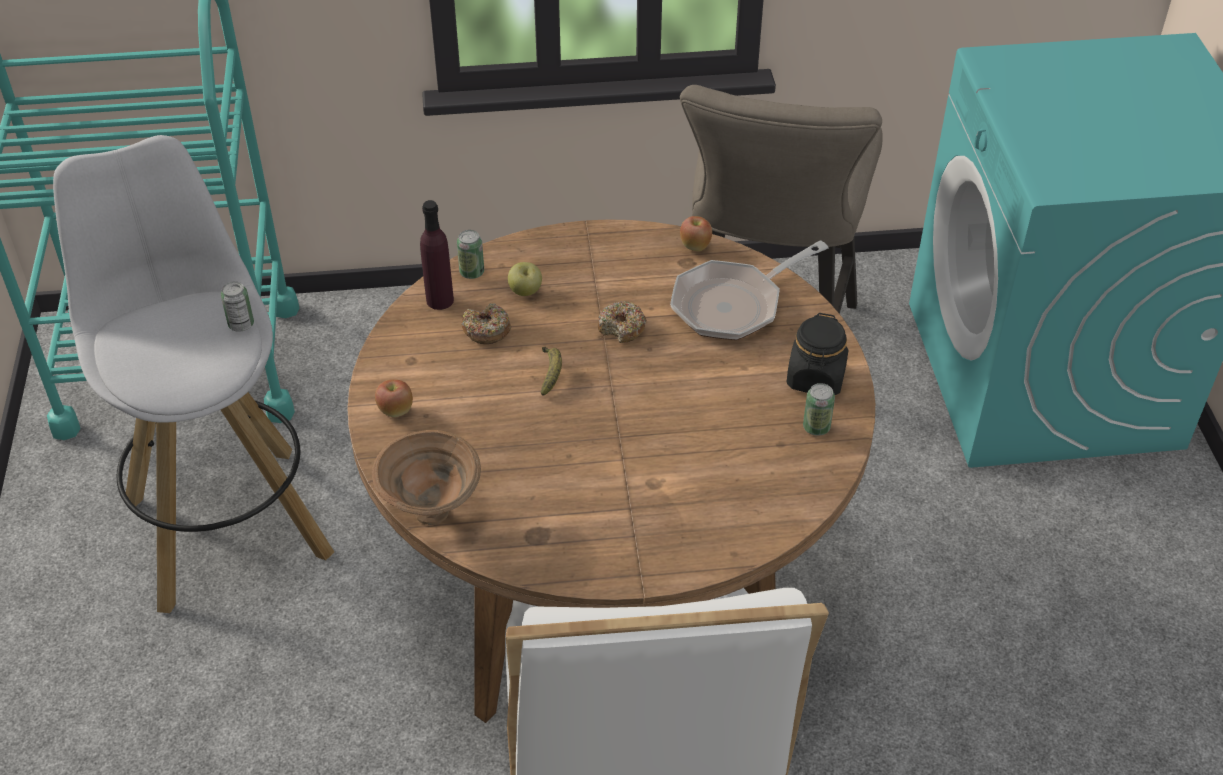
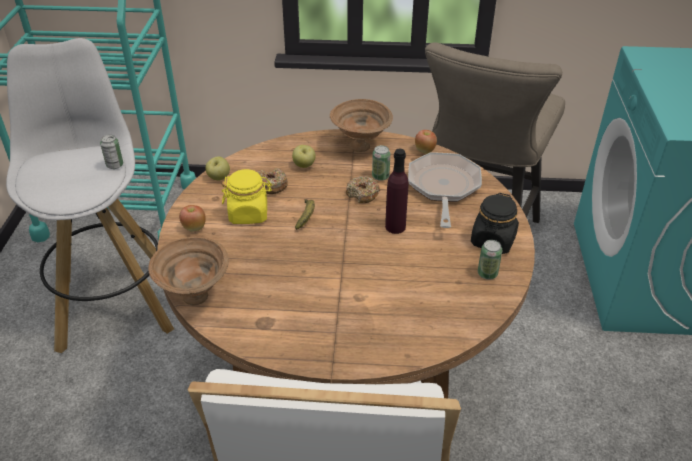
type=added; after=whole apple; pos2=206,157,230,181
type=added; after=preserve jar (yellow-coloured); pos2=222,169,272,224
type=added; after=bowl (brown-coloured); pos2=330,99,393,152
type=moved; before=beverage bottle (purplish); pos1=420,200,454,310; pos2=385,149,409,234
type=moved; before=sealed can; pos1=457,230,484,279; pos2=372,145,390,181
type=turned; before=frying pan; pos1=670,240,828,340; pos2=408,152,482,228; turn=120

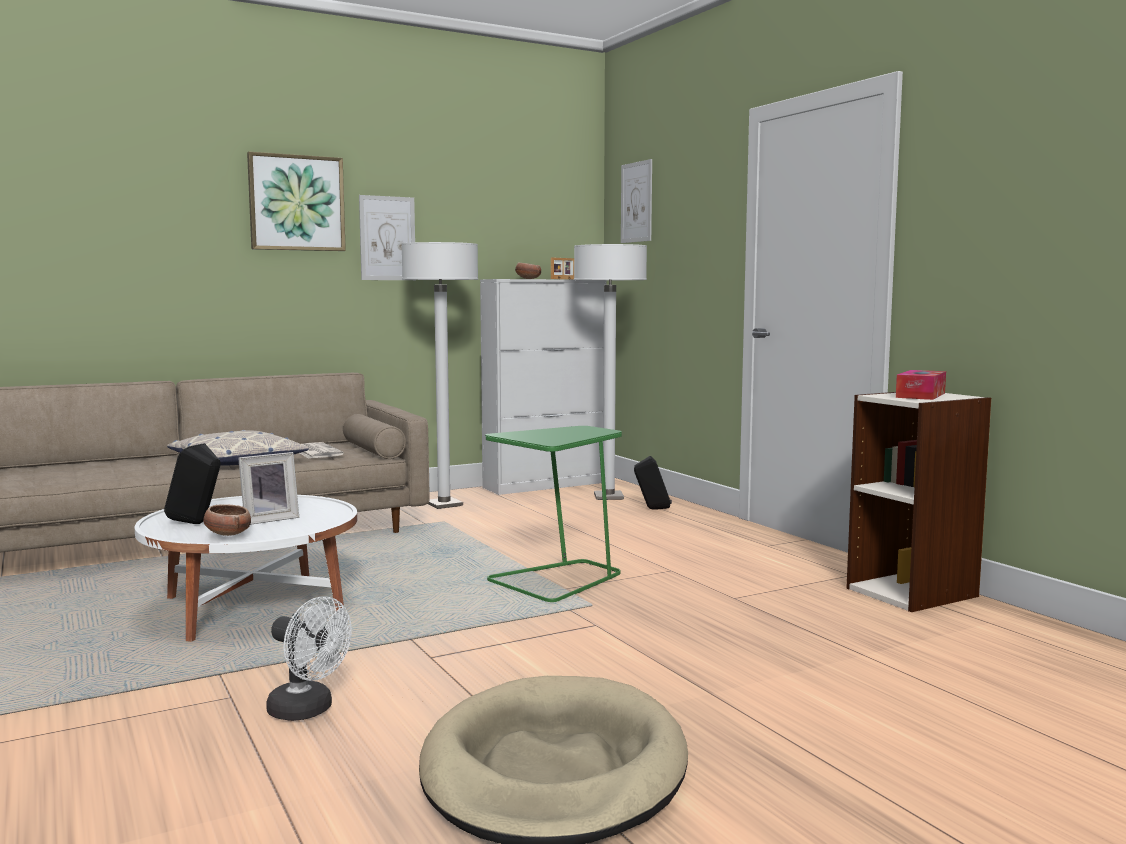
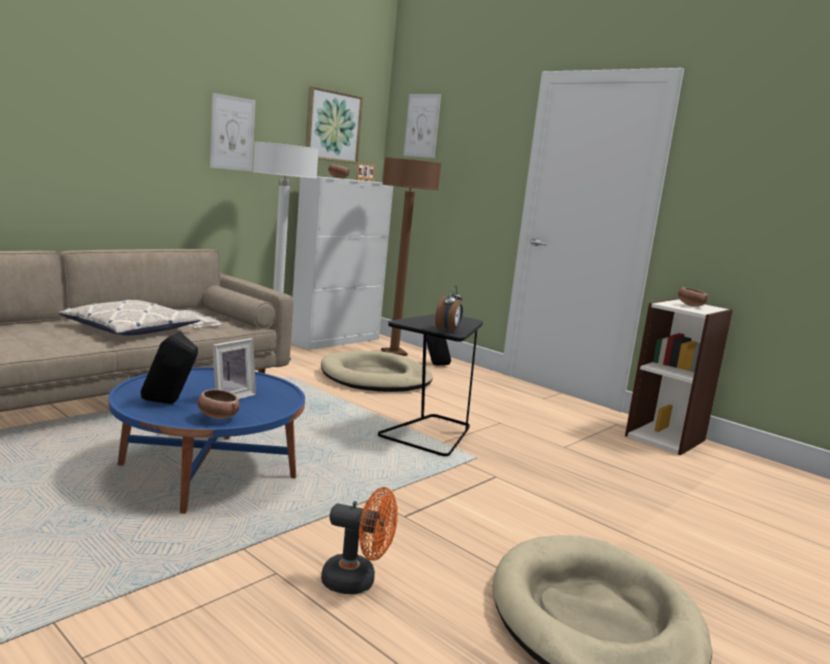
type=added; after=dog bed (beige); pos2=321,351,432,392
type=added; after=table clock; pos2=435,286,463,333
type=moved; before=wall art; pos1=247,152,346,251; pos2=305,86,363,164
type=replaced; before=tissue box; after=bowl; pos1=896,370,946,400; pos2=678,287,708,307
type=recoloured; before=lounge table (white-coloured); after=lounge table (blue-coloured); pos1=135,495,357,642; pos2=108,367,305,514
type=recoloured; before=electric fan (white-coloured); after=electric fan (orange-coloured); pos1=266,597,352,721; pos2=321,487,398,594
type=recoloured; before=side table (green-coloured); after=side table (blackish); pos1=485,426,622,602; pos2=378,314,483,456
type=recoloured; before=standing lamp (white-coloured); after=standing lamp (brown-coloured); pos1=574,244,647,500; pos2=381,157,441,356

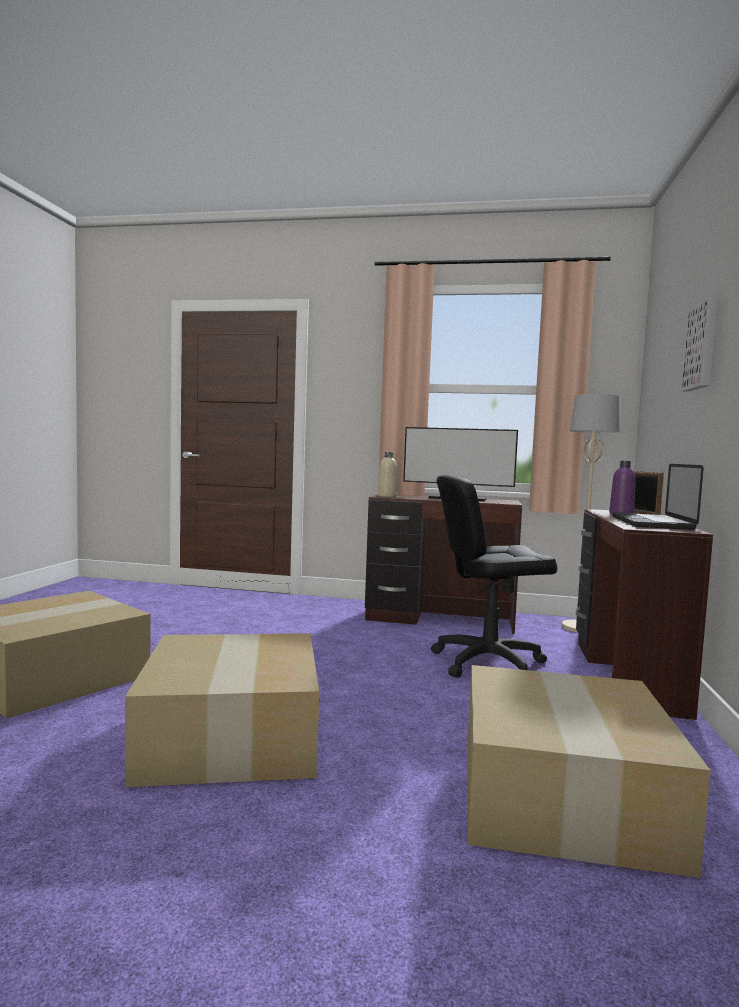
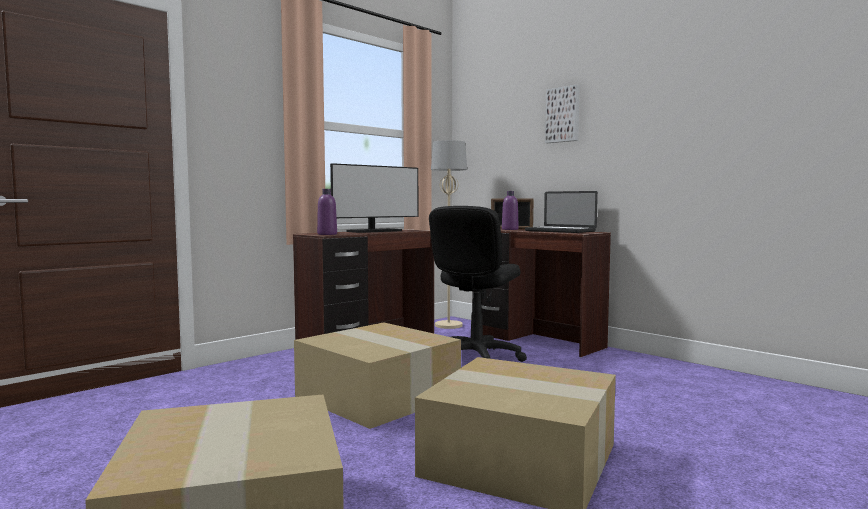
type=moved; before=packing box; pos1=468,665,711,878; pos2=294,322,461,429
type=recoloured; before=beverage bottle (beige); after=beverage bottle (purplish); pos1=378,452,397,497; pos2=317,189,337,235

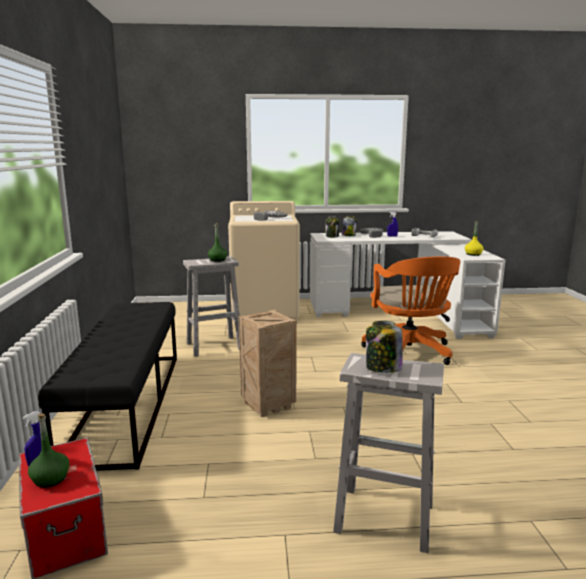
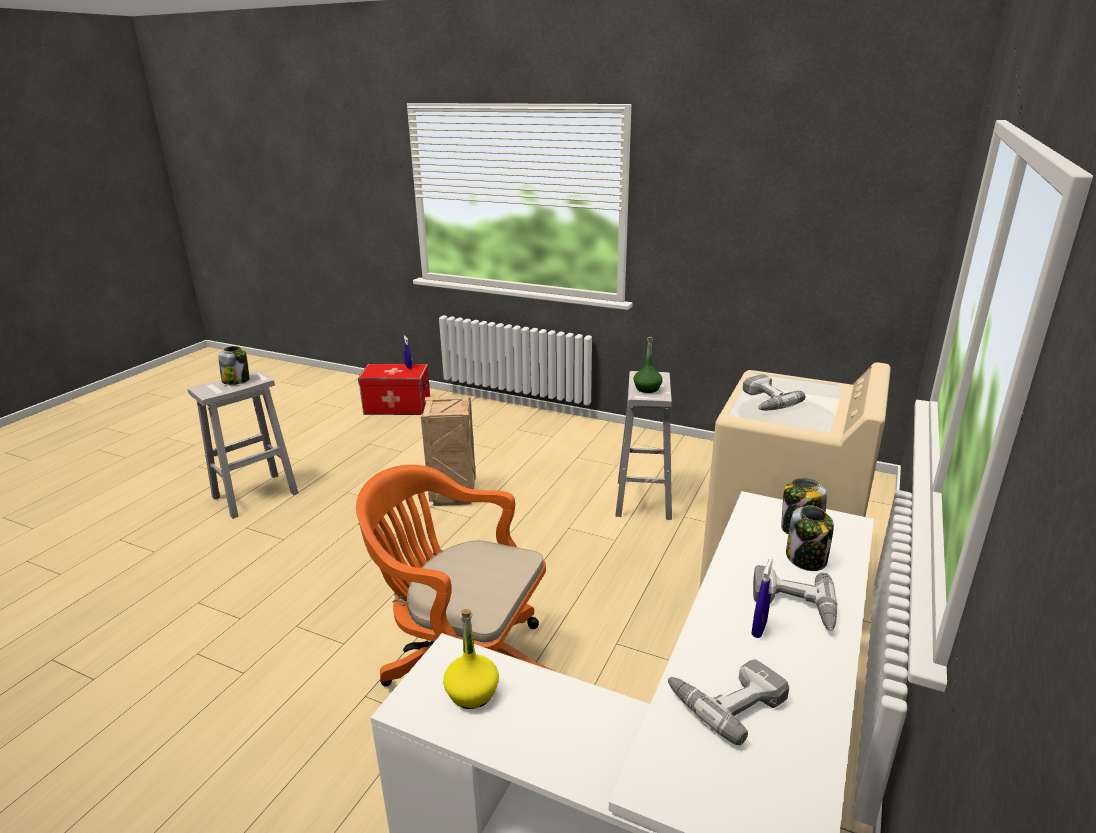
type=removed; before=beverage bottle (green-coloured); pos1=28,413,70,488
type=removed; before=long seat (blackish); pos1=38,302,177,471

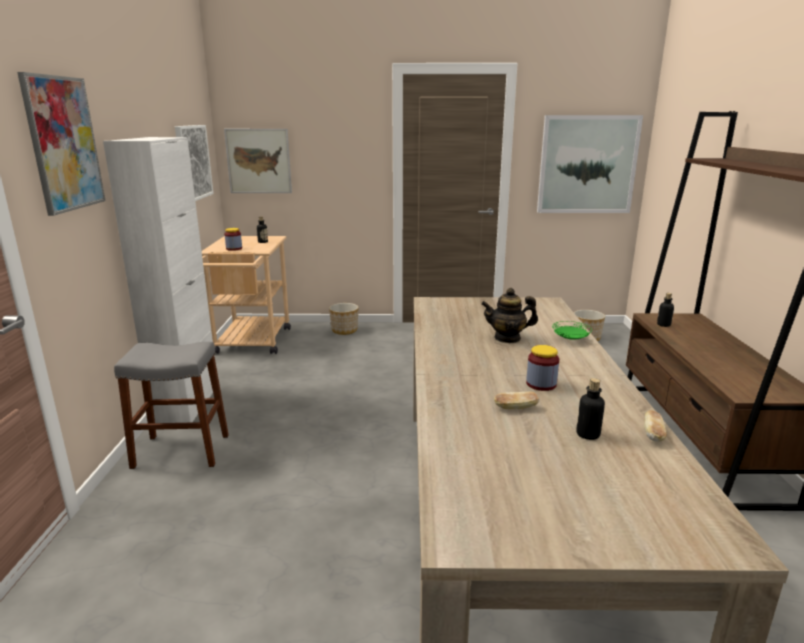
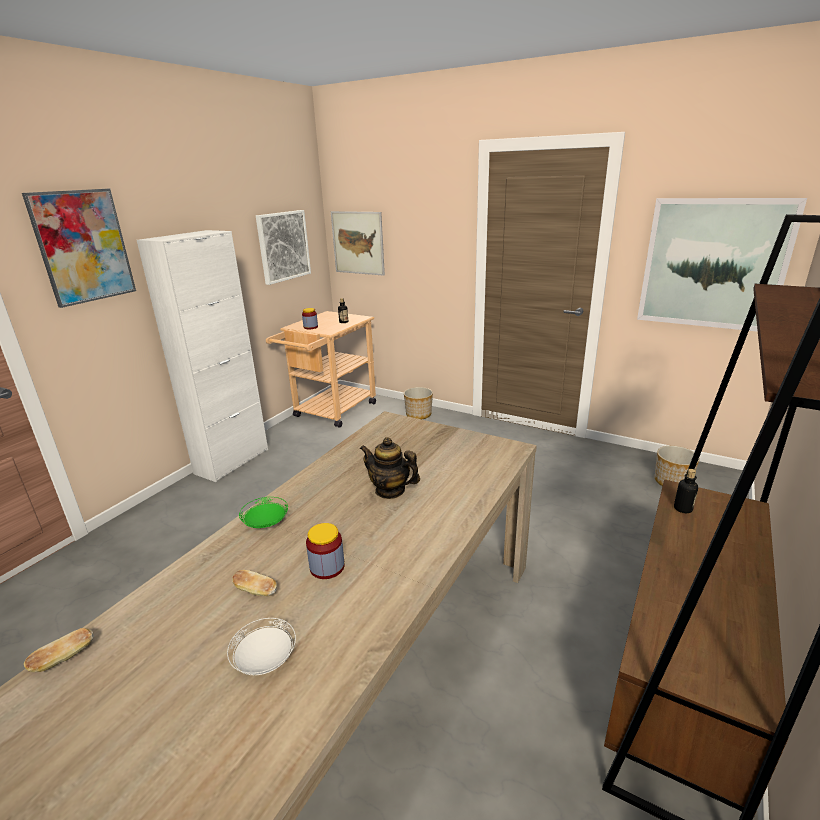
type=removed; before=sitting stool (greyish); pos1=114,342,229,469
type=moved; before=dinner plate (green-coloured); pos1=552,321,592,340; pos2=239,497,288,528
type=moved; before=bakery bread; pos1=644,410,667,442; pos2=24,628,94,672
type=replaced; before=beverage bottle; after=dinner plate (white-coloured); pos1=576,378,605,440; pos2=227,618,296,675

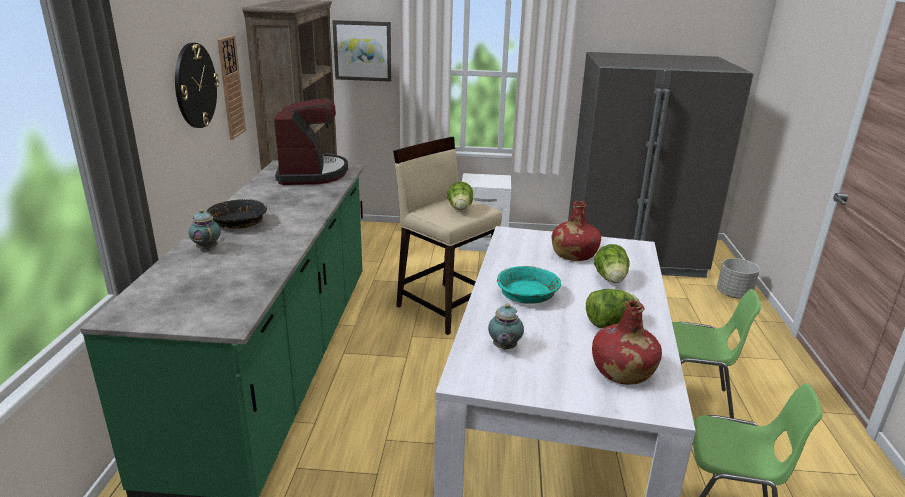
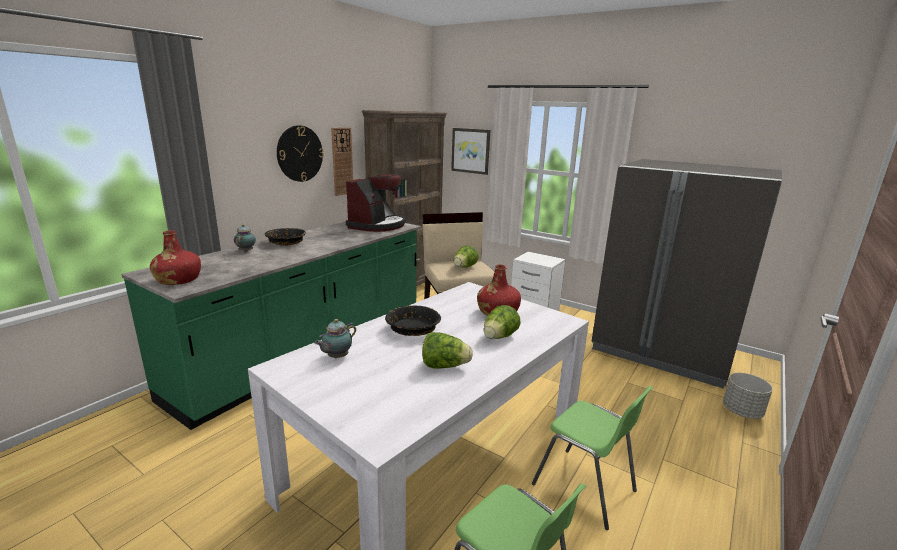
type=moved; before=beverage bottle (reddish); pos1=592,301,662,385; pos2=150,230,201,285
type=recoloured; before=bowl (turquoise-coloured); after=bowl (blackish); pos1=497,266,561,304; pos2=385,305,441,336

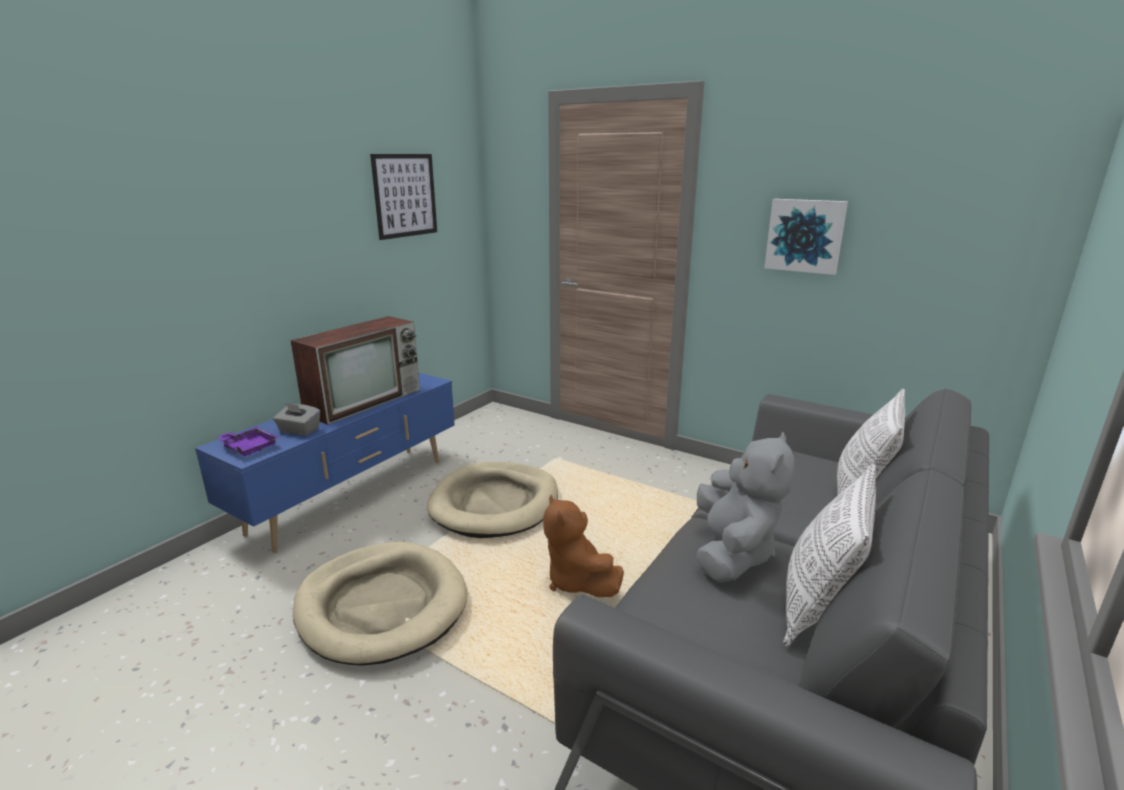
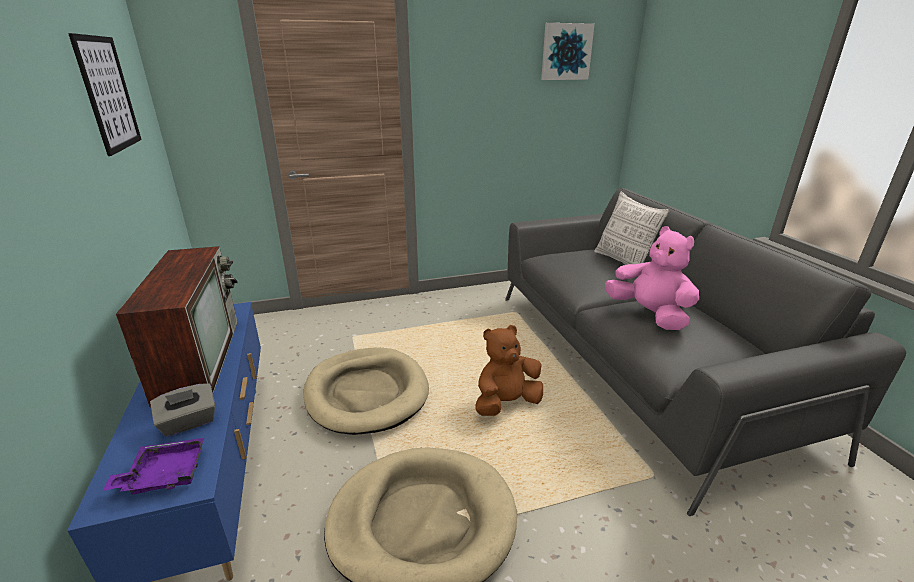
type=removed; before=cushion; pos1=783,463,876,647
type=moved; before=wall art; pos1=764,199,848,275; pos2=541,23,595,80
type=recoloured; before=soft toy (greyish); after=soft toy (pinkish); pos1=696,432,794,582; pos2=605,226,699,330
type=turned; before=soft toy (brown-coloured); pos1=543,495,624,597; pos2=476,325,543,416; turn=135

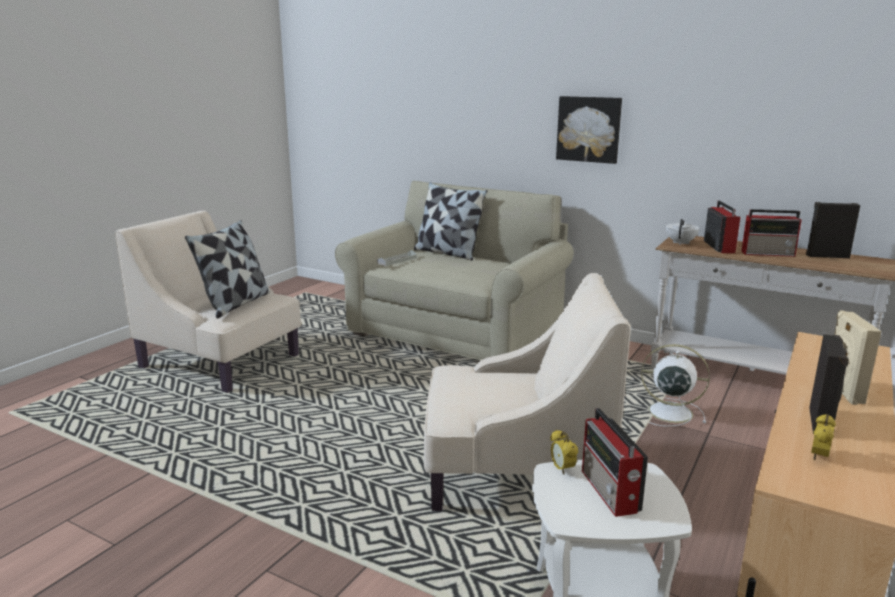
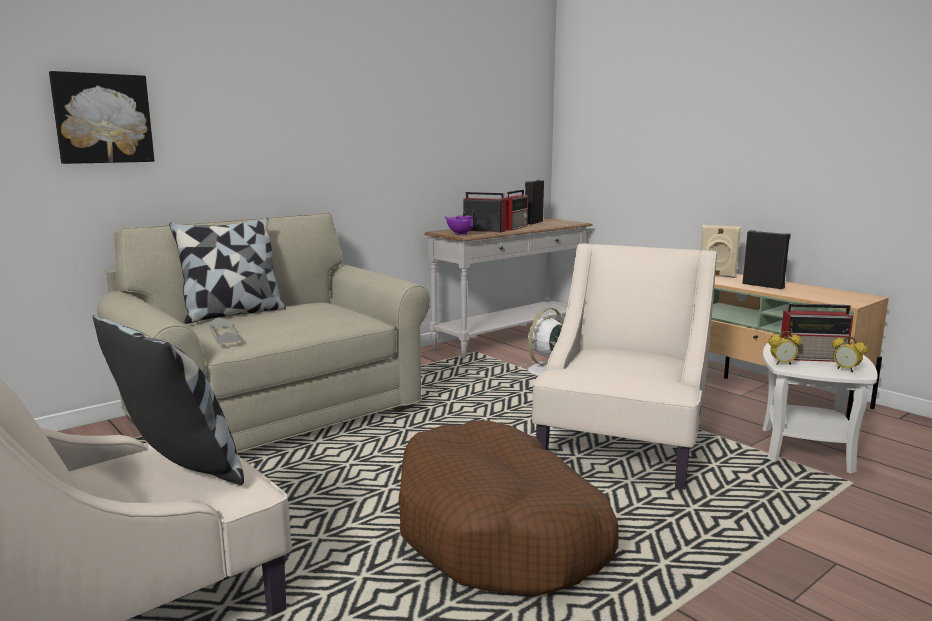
type=added; after=dog bed (brown-coloured); pos2=399,420,619,596
type=moved; before=wall art; pos1=556,96,622,164; pos2=49,71,154,164
type=moved; before=table clock; pos1=811,414,836,460; pos2=832,336,867,373
type=recoloured; before=tea pot (white-coloured); after=tea pot (purplish); pos1=666,219,699,245; pos2=445,209,477,235

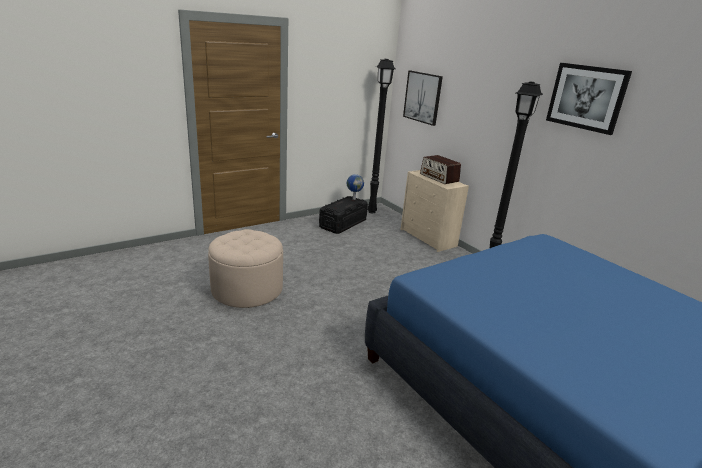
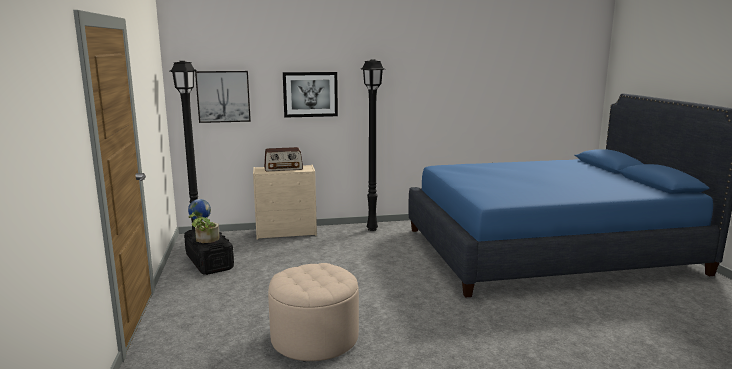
type=added; after=plant in a pot; pos2=189,212,219,243
type=moved; before=wall art; pos1=546,63,632,135; pos2=283,72,338,118

